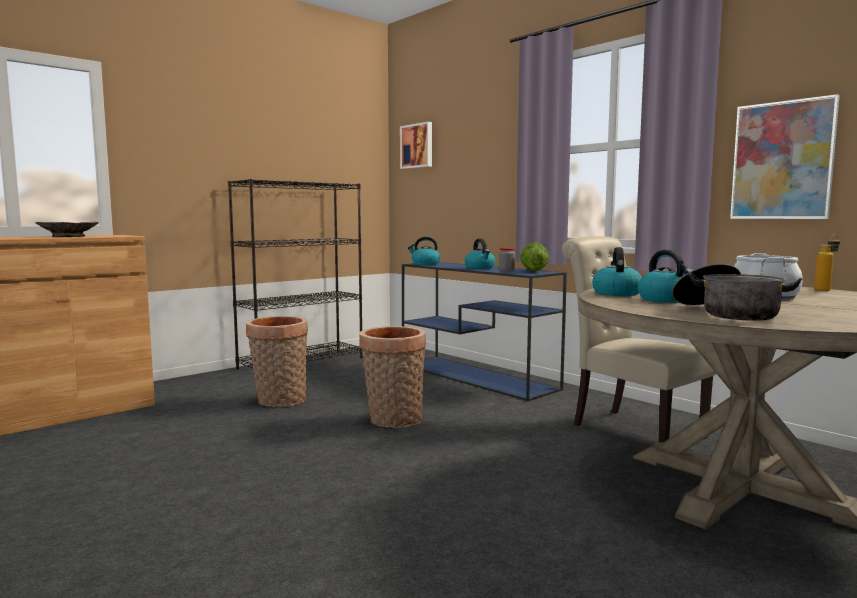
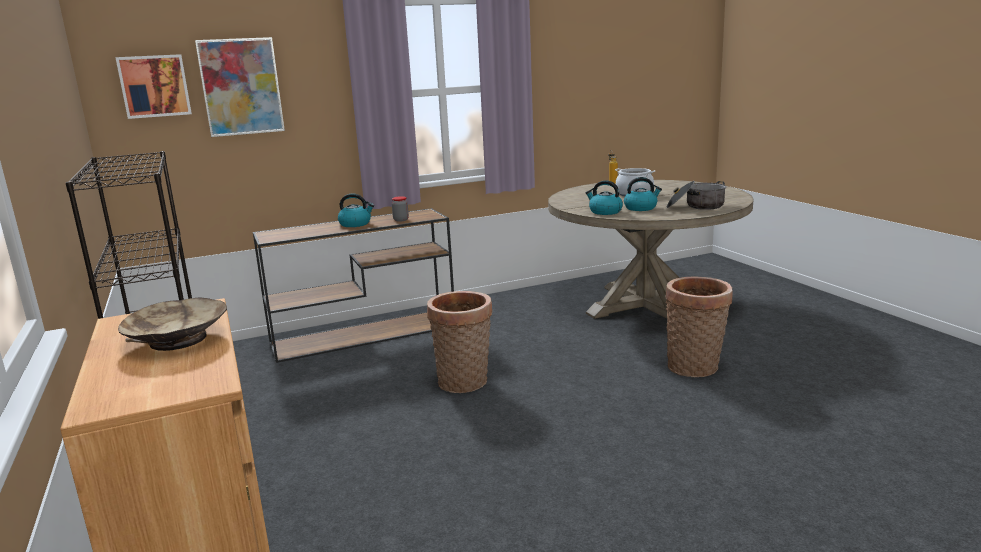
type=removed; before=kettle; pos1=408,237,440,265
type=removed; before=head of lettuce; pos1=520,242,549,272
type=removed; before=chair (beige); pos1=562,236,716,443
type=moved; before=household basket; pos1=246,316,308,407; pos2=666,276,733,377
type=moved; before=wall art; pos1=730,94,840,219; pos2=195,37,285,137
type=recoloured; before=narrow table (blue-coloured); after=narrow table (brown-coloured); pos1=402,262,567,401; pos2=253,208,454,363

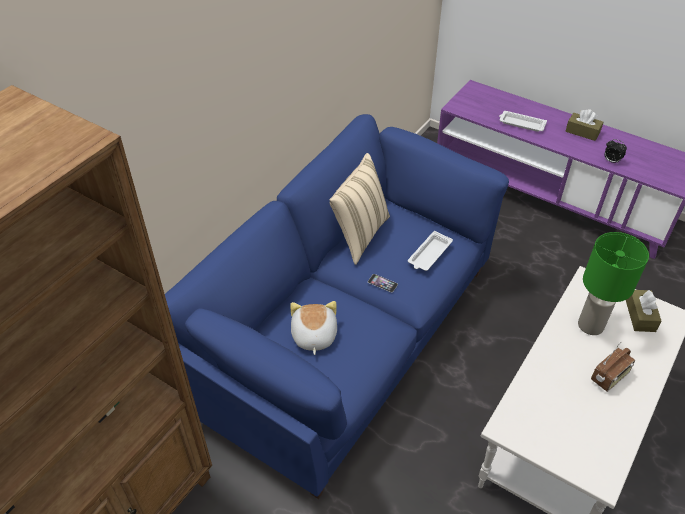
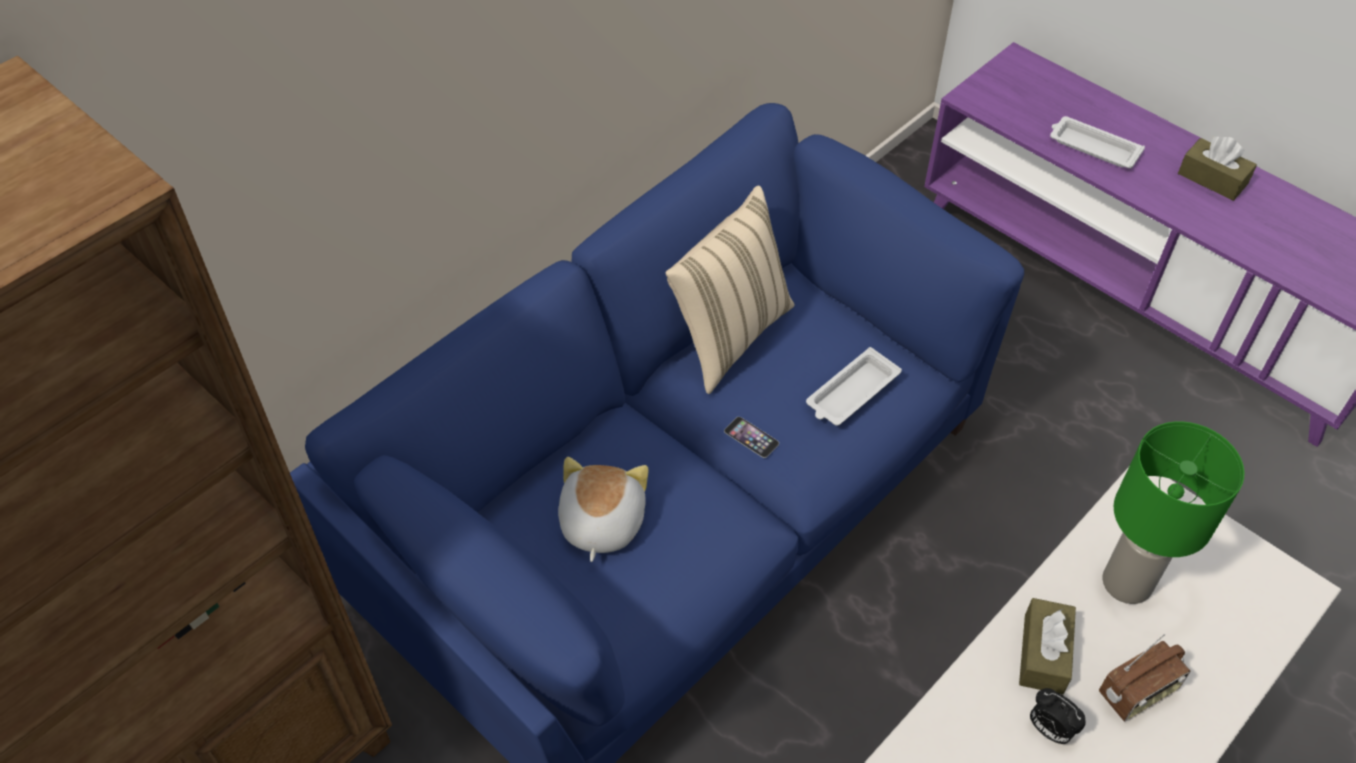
type=moved; before=table clock; pos1=604,139,627,163; pos2=1030,688,1086,744
type=moved; before=tissue box (brown-coloured); pos1=626,290,661,332; pos2=1019,598,1076,695

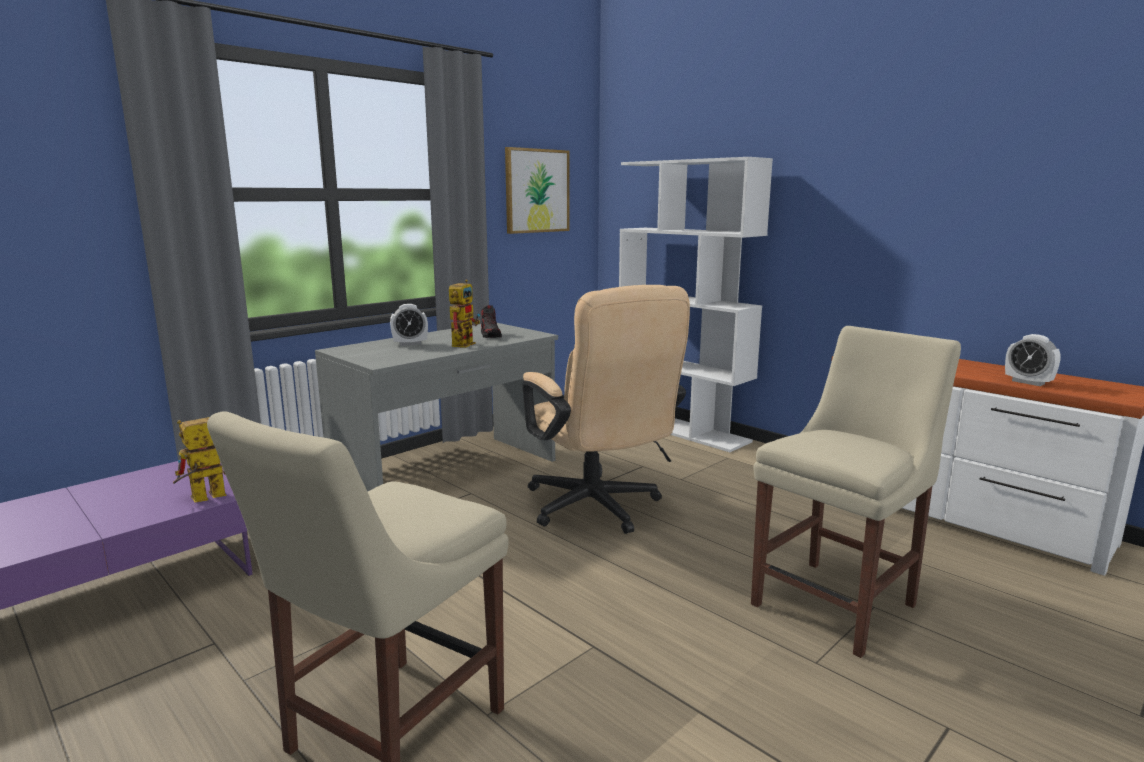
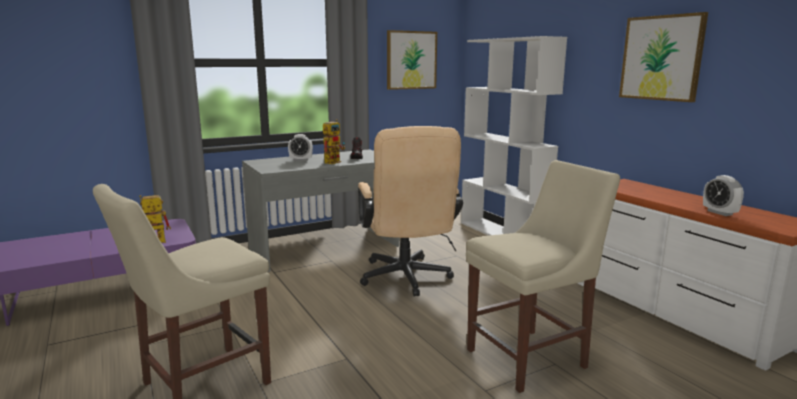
type=added; after=wall art; pos2=619,12,708,102

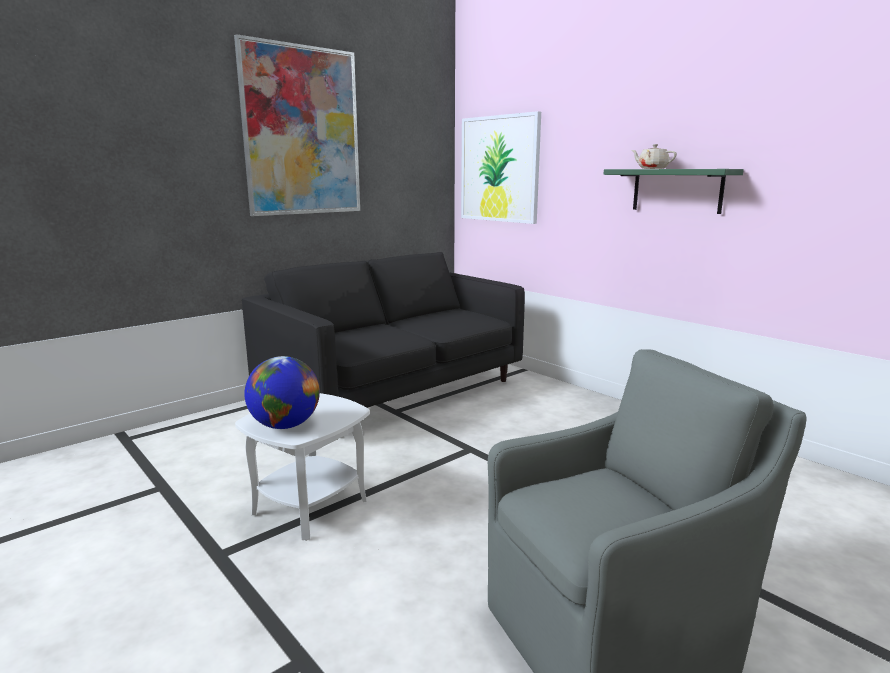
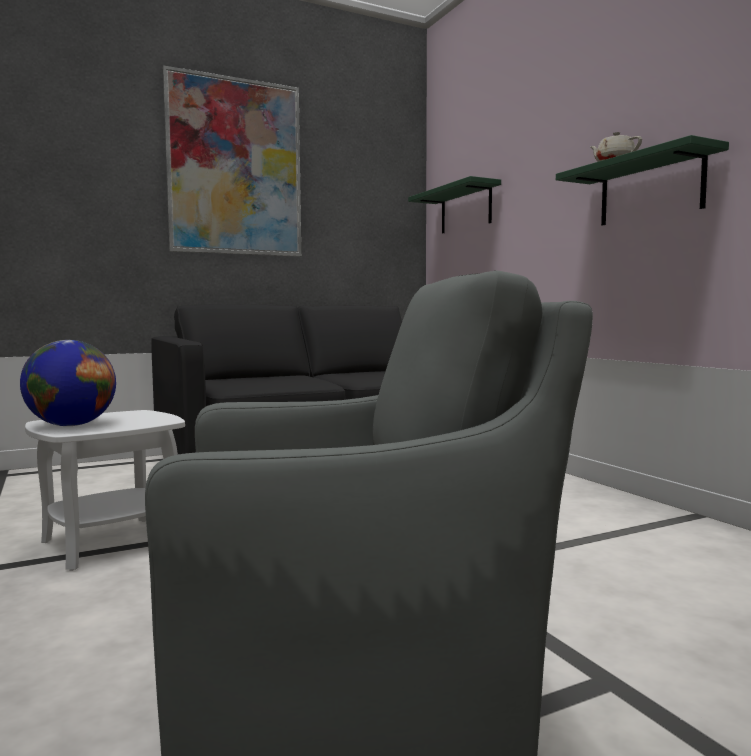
type=replaced; before=wall art; after=shelf (green-coloured); pos1=461,111,541,224; pos2=408,176,501,233

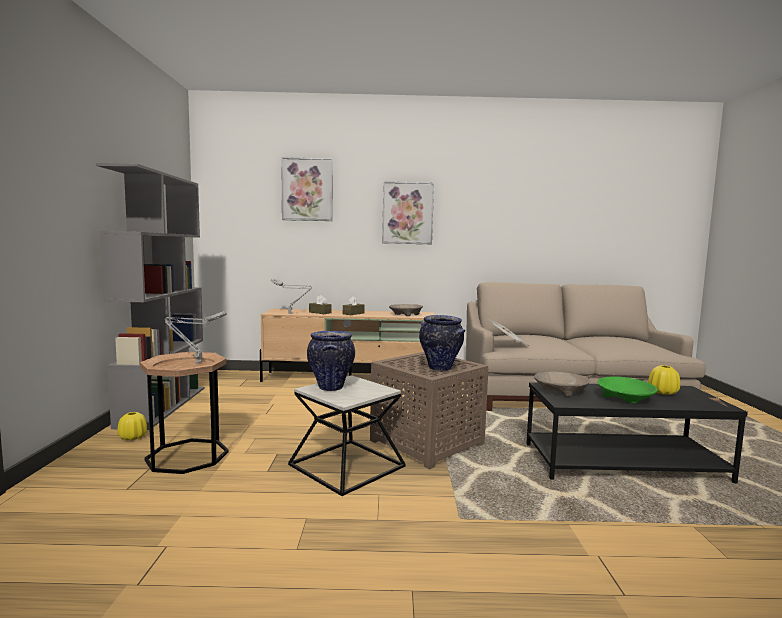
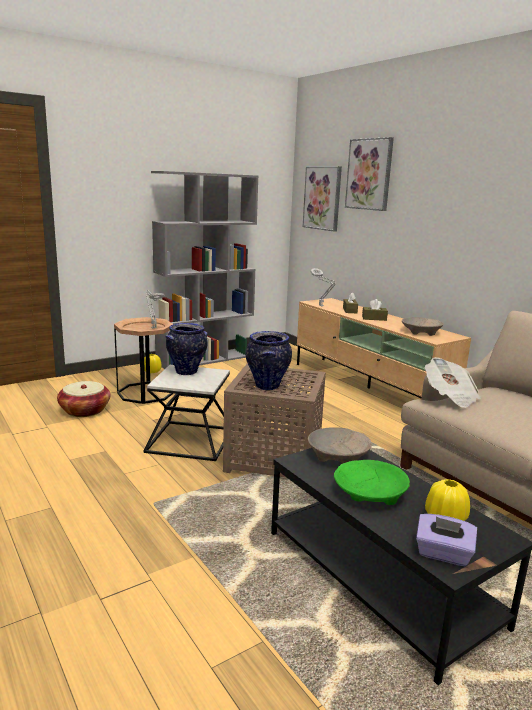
type=added; after=household basket; pos2=57,381,111,417
type=added; after=tissue box (purplish); pos2=416,514,477,566
type=moved; before=wall art; pos1=382,181,434,244; pos2=303,166,342,231

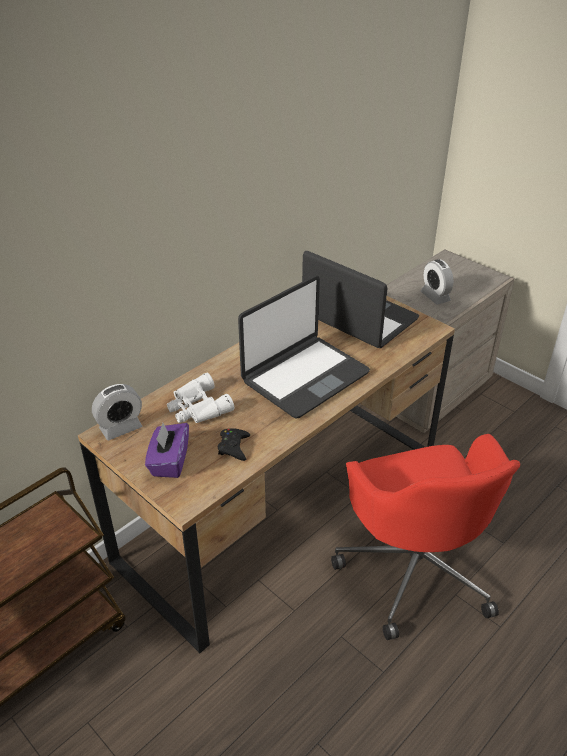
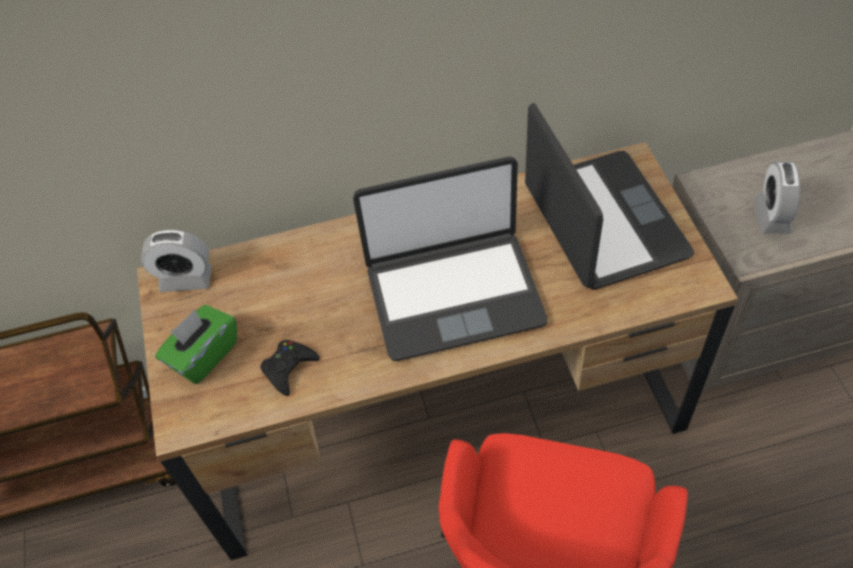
type=removed; before=pair of binoculars (white-coloured); pos1=167,373,234,423
type=recoloured; before=tissue box (purplish); after=tissue box (green-coloured); pos1=145,423,189,478; pos2=155,305,237,384

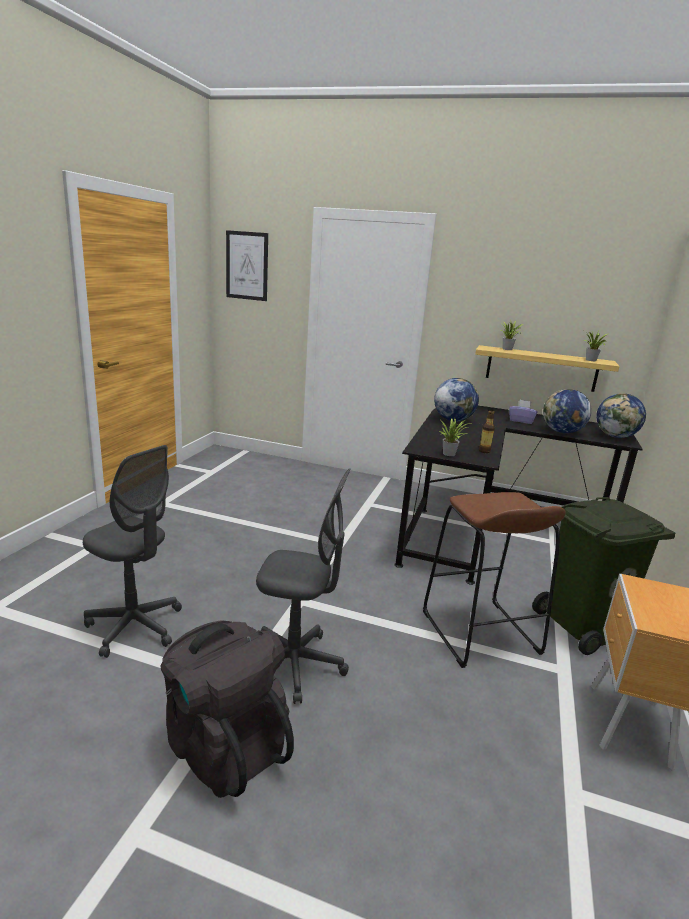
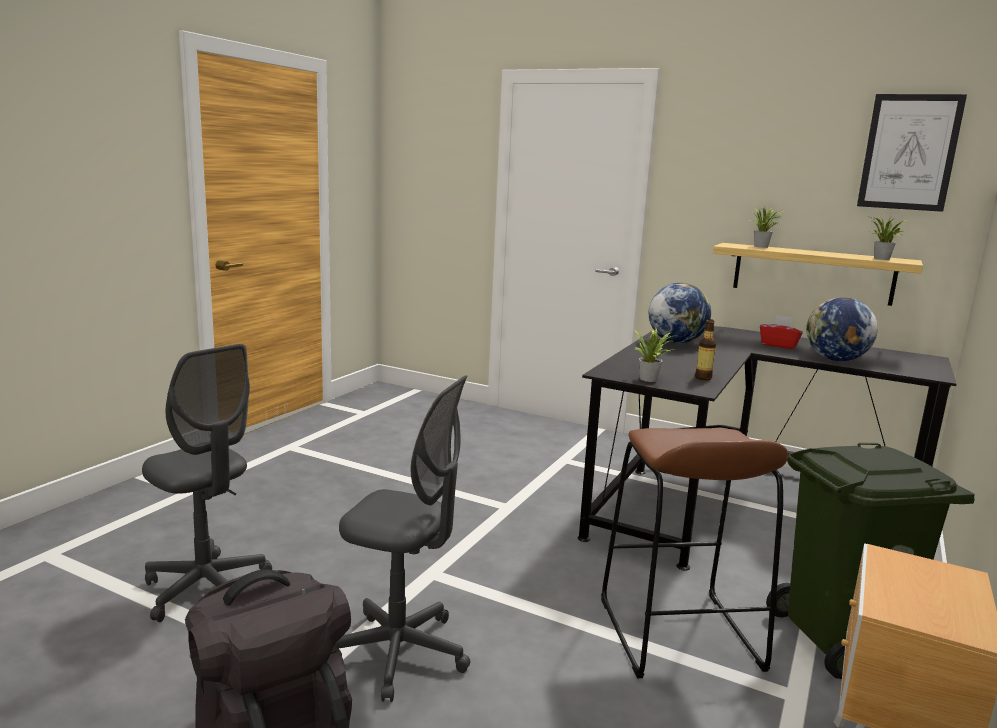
type=removed; before=world globe; pos1=596,393,646,438
type=moved; before=wall art; pos1=226,230,268,301; pos2=857,94,967,212
type=recoloured; before=tissue box (purplish); after=tissue box (reddish); pos1=509,400,537,424; pos2=760,315,803,349

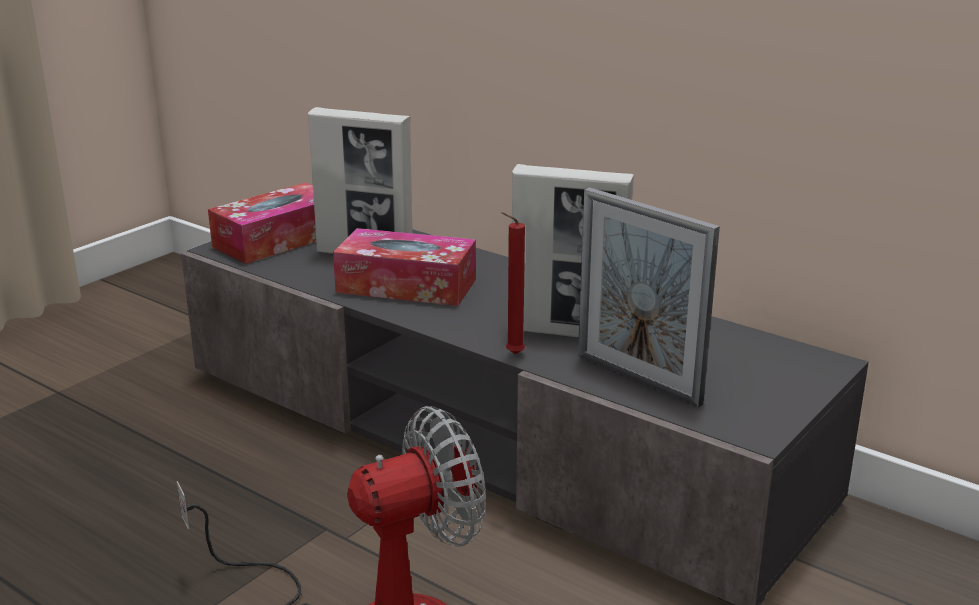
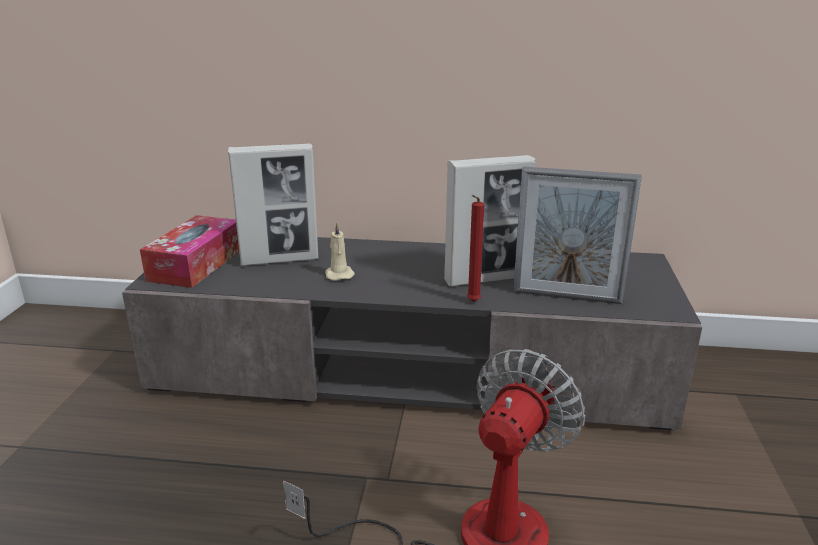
type=replaced; before=tissue box; after=wax candle (beige); pos1=333,228,476,306; pos2=325,223,355,281

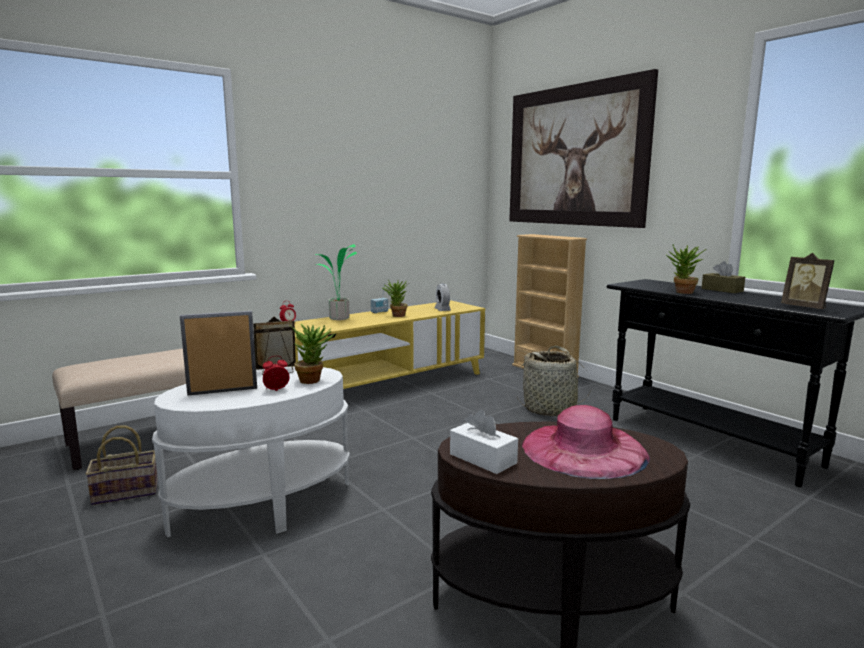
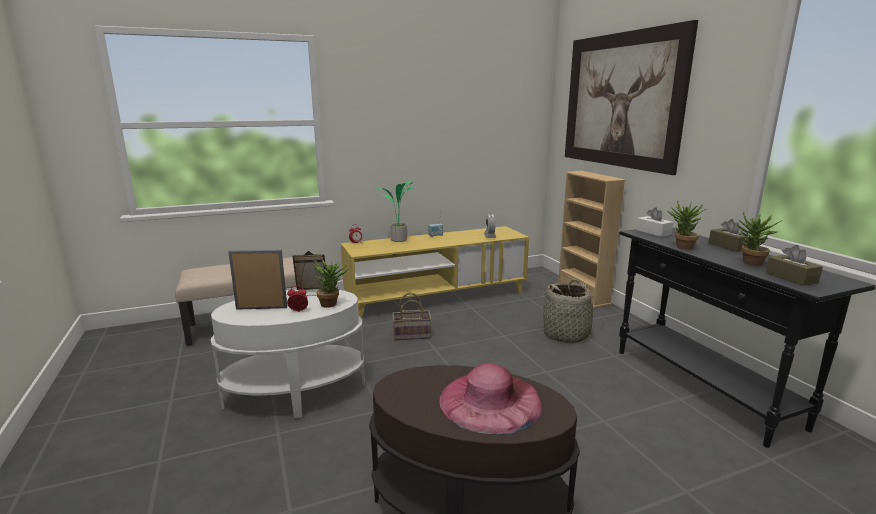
type=moved; before=household basket; pos1=85,426,158,505; pos2=392,293,431,341
type=moved; before=plant in a pot; pos1=383,279,409,317; pos2=736,212,781,266
type=moved; before=tissue box (white-coloured); pos1=450,409,518,474; pos2=636,208,673,237
type=replaced; before=standing frame; after=tissue box (brown-coloured); pos1=781,253,835,309; pos2=766,245,823,286

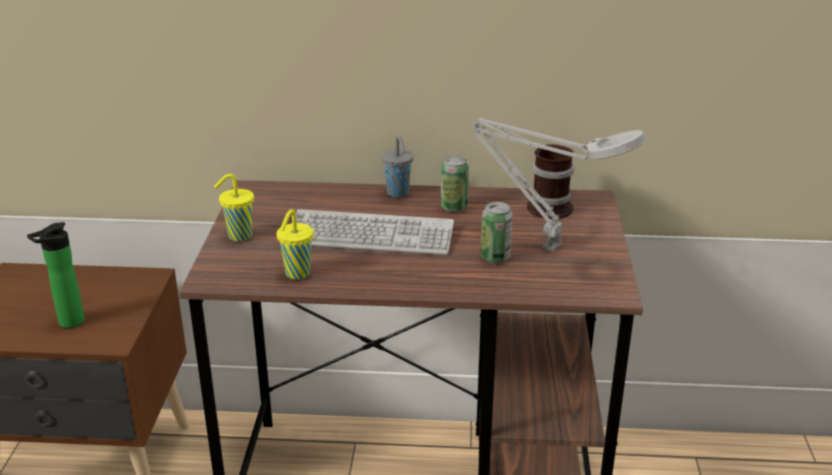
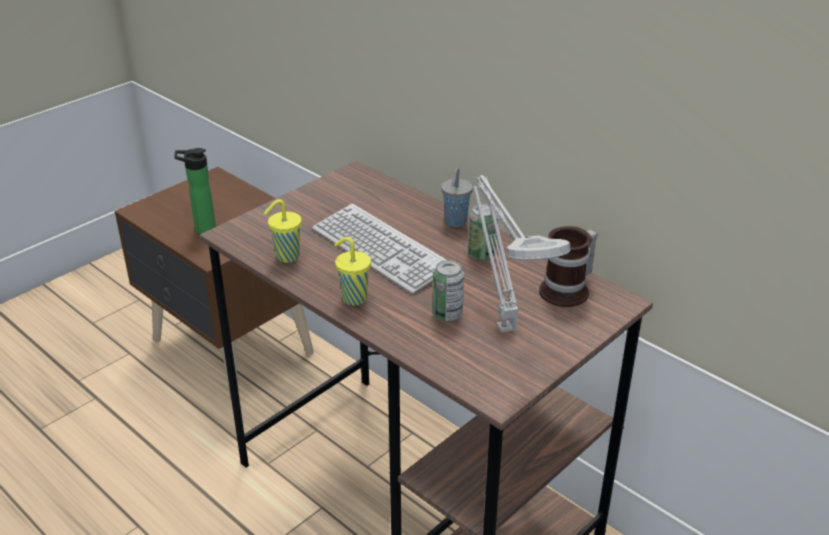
type=moved; before=drinking cup (yellow-coloured); pos1=214,174,254,241; pos2=334,237,371,306

